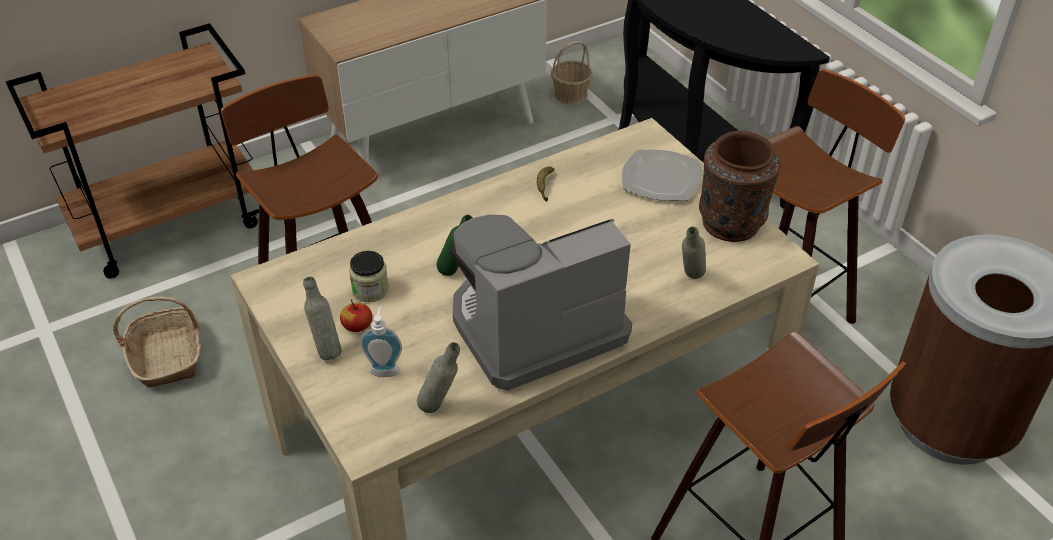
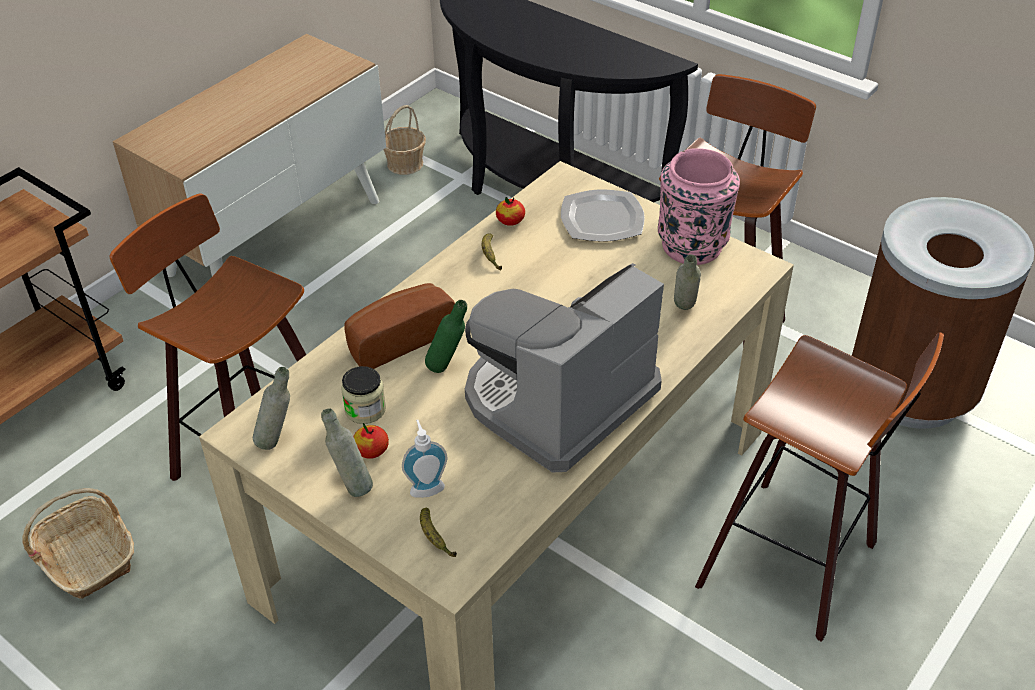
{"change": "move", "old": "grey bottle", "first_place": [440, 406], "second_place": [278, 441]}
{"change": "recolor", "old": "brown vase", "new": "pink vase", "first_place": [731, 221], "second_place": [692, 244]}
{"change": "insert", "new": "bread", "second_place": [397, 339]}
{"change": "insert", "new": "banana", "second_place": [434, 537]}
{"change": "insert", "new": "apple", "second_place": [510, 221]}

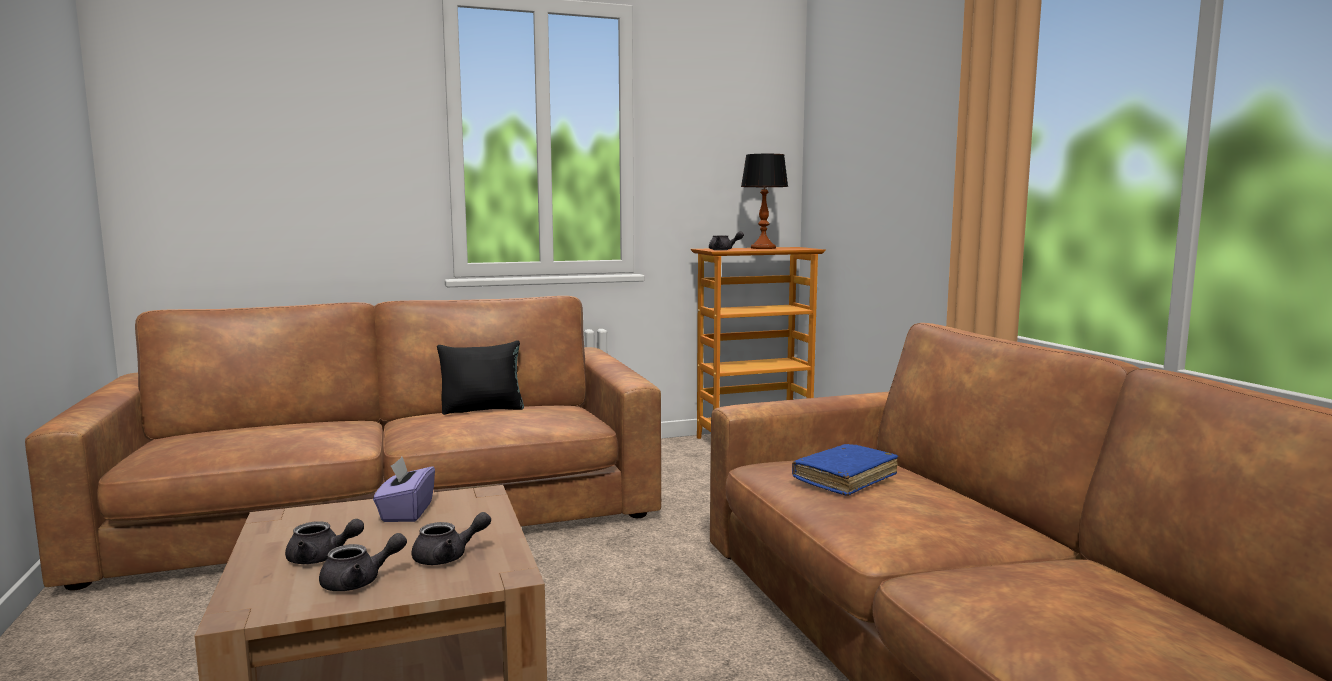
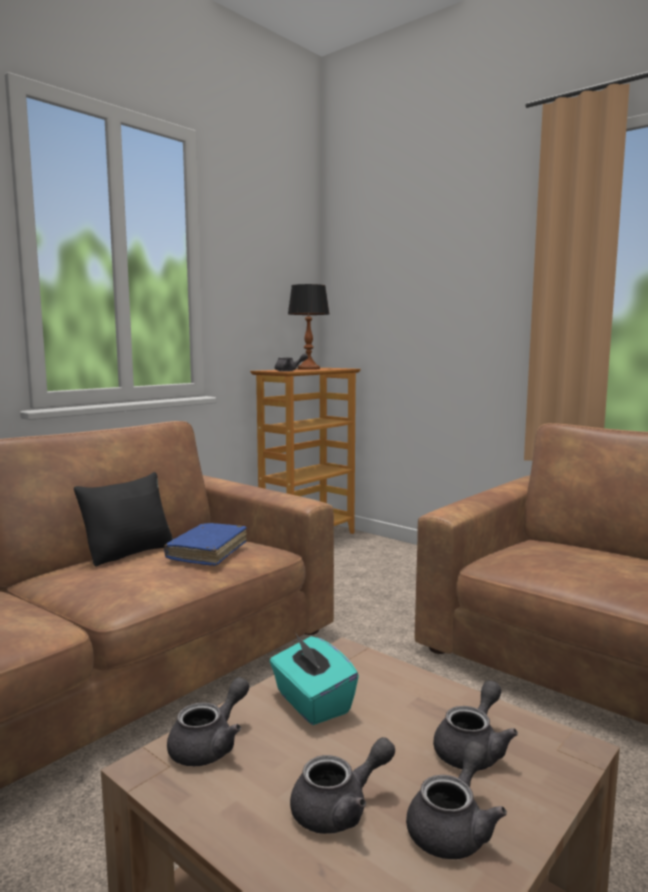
{"change": "recolor", "old": "purple tissue box", "new": "turquoise tissue box", "first_place": [406, 512], "second_place": [311, 703]}
{"change": "move", "old": "blue book", "first_place": [845, 478], "second_place": [208, 552]}
{"change": "insert", "new": "grey teapot", "second_place": [210, 745]}

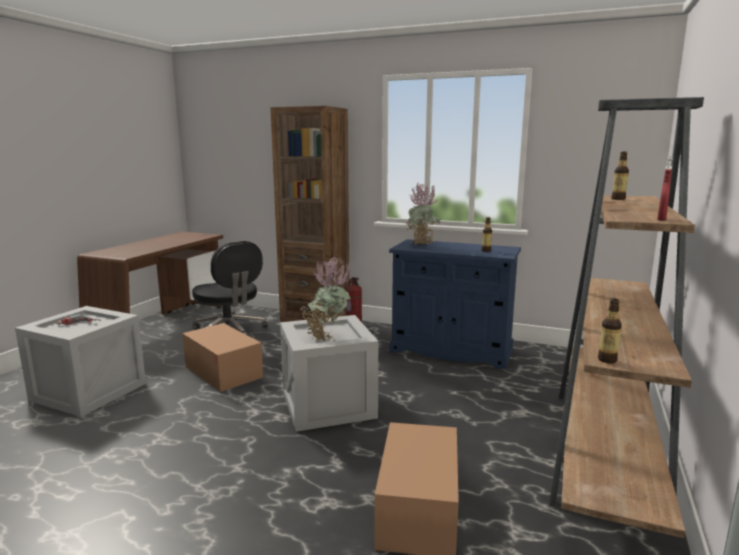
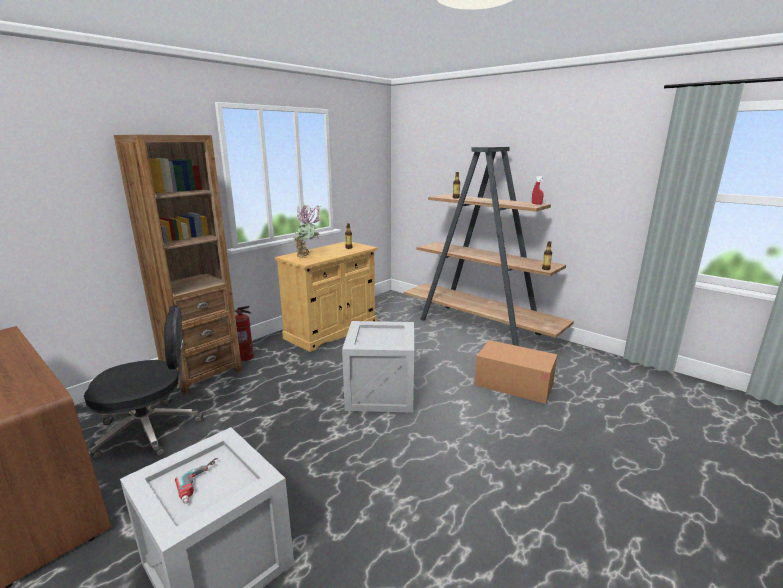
{"change": "delete", "old": "cardboard box", "first_place": [223, 372]}
{"change": "delete", "old": "potted plant", "first_place": [327, 336]}
{"change": "recolor", "old": "blue cabinet", "new": "beige cabinet", "first_place": [451, 350], "second_place": [332, 330]}

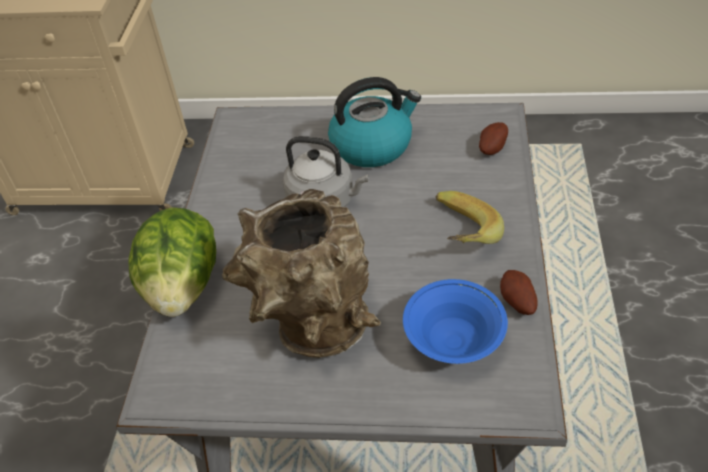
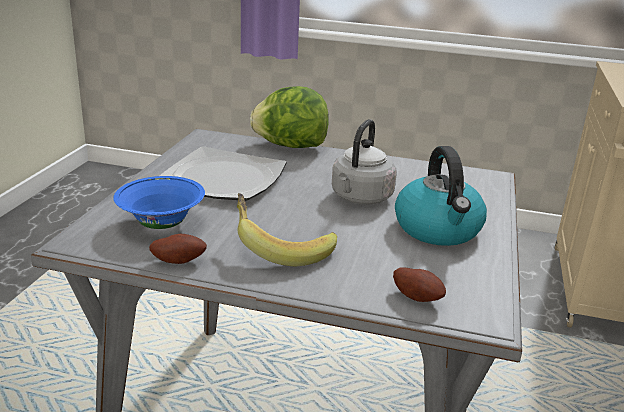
{"change": "replace", "old": "brown vase", "new": "plate", "first_place": [312, 327], "second_place": [222, 178]}

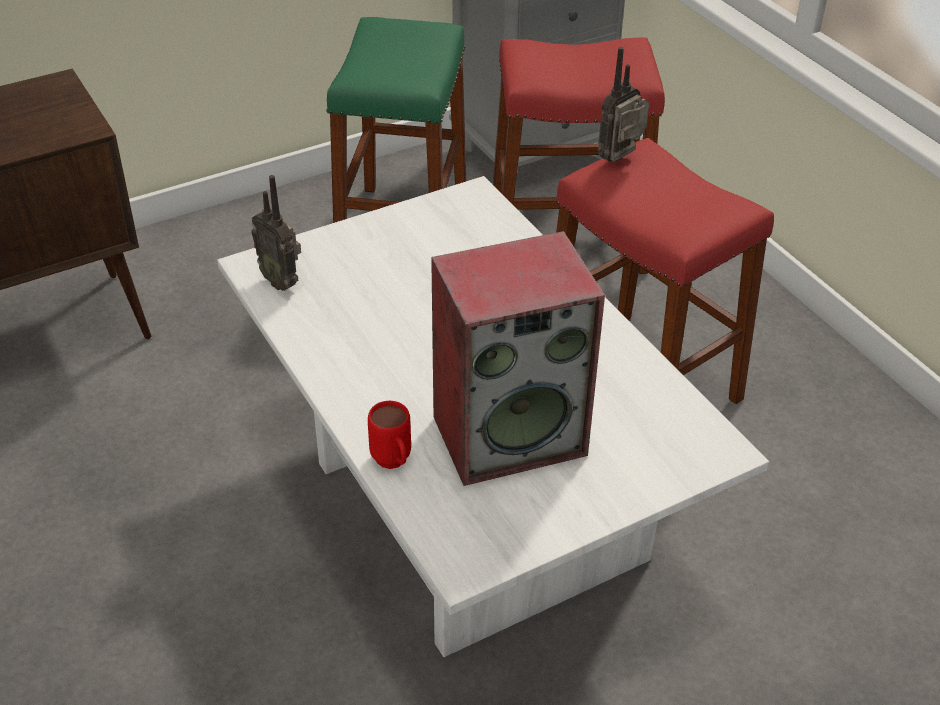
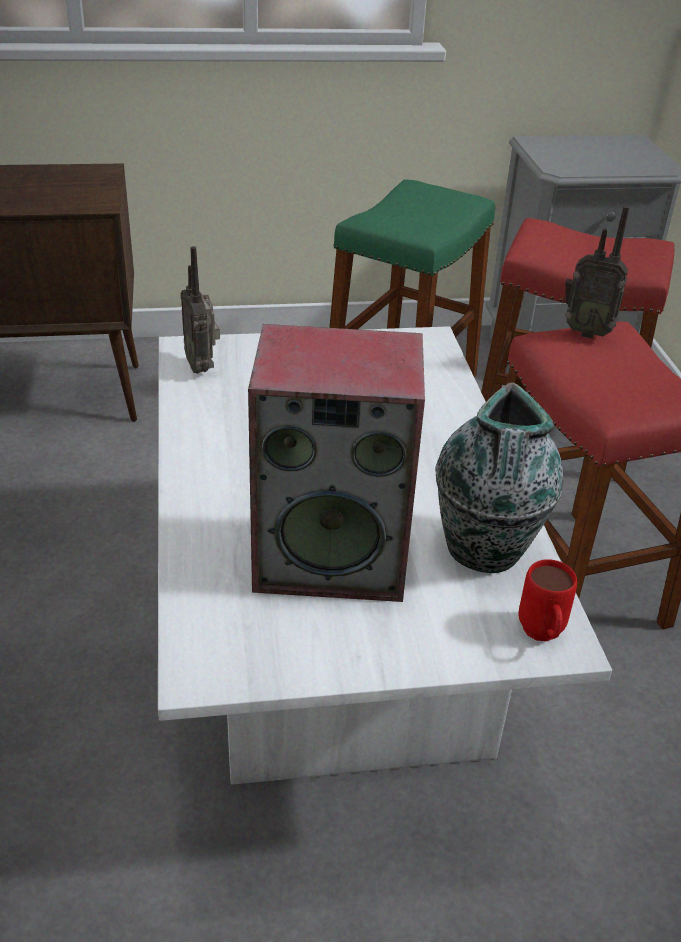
{"change": "move", "old": "red mug", "first_place": [393, 464], "second_place": [542, 637]}
{"change": "rotate", "old": "radio", "first_place": [621, 160], "second_place": [585, 331], "degrees": -135}
{"change": "insert", "new": "vase", "second_place": [485, 551]}

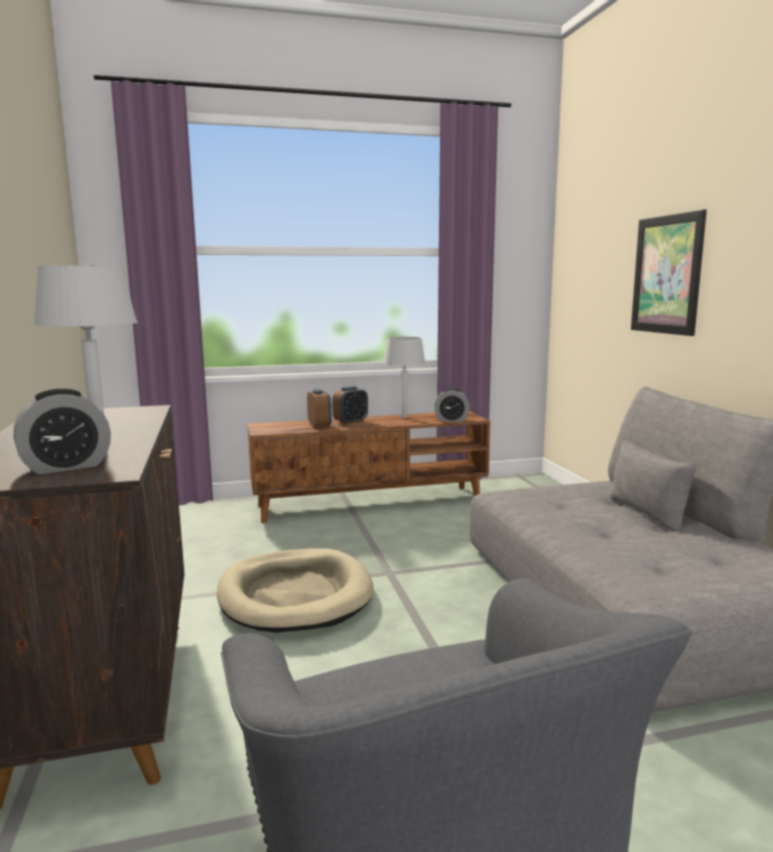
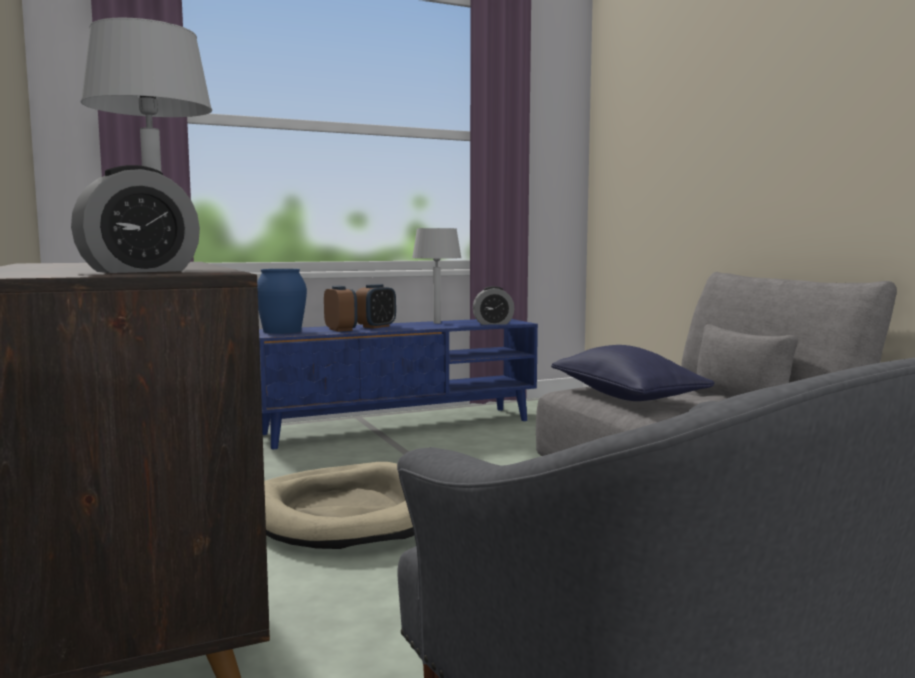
{"change": "recolor", "old": "brown tv stand", "new": "blue tv stand", "first_place": [370, 503], "second_place": [399, 426]}
{"change": "delete", "old": "picture", "first_place": [666, 275]}
{"change": "insert", "new": "blue vase", "second_place": [282, 331]}
{"change": "insert", "new": "blue pillow", "second_place": [626, 397]}

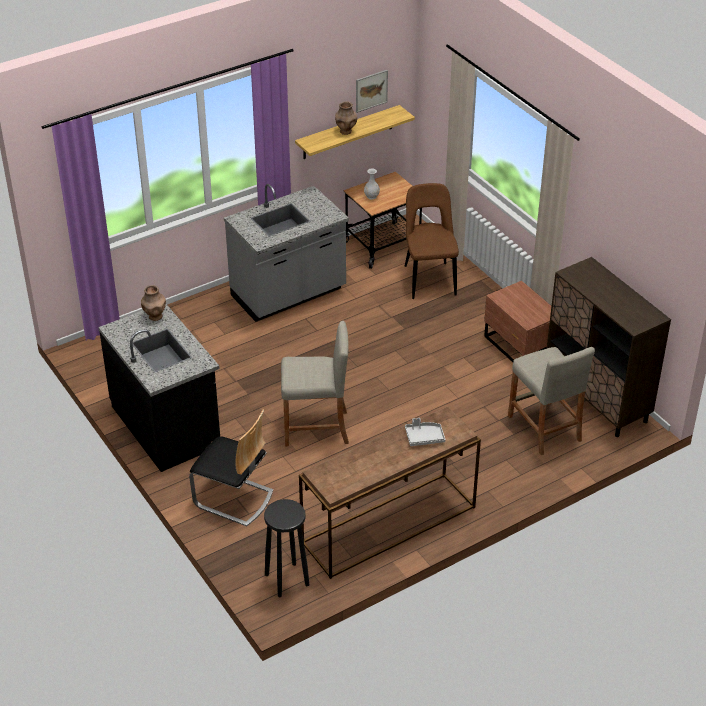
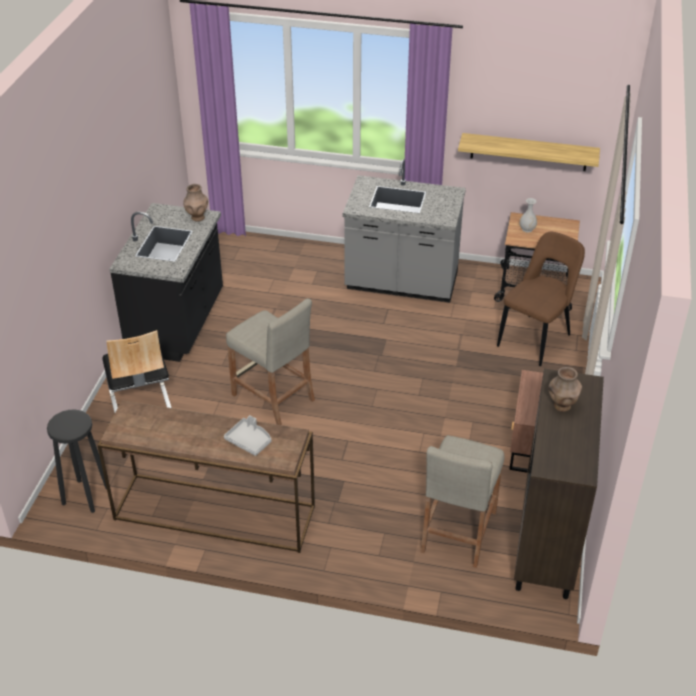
{"change": "move", "old": "brown vase", "first_place": [345, 131], "second_place": [562, 406]}
{"change": "delete", "old": "picture", "first_place": [371, 90]}

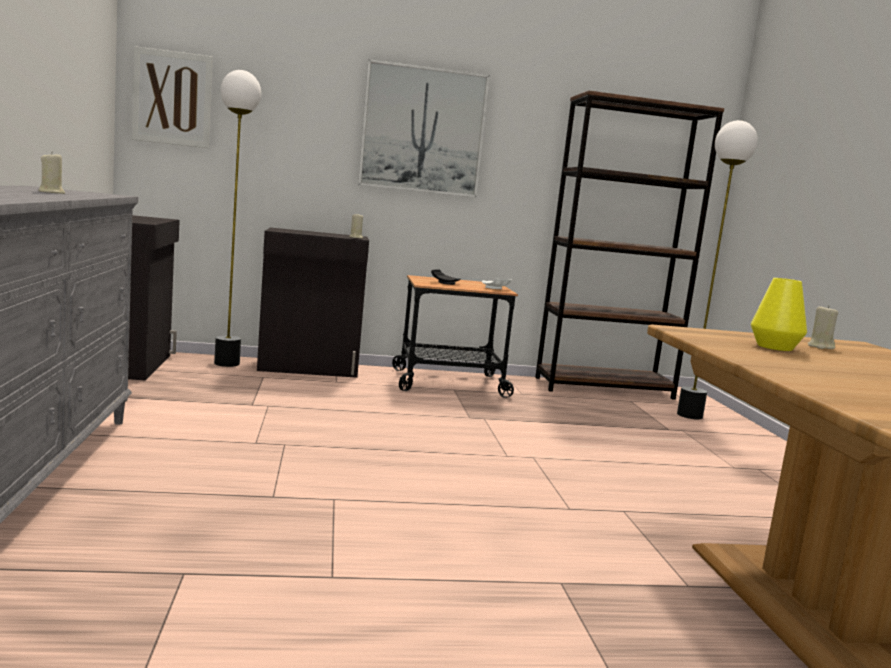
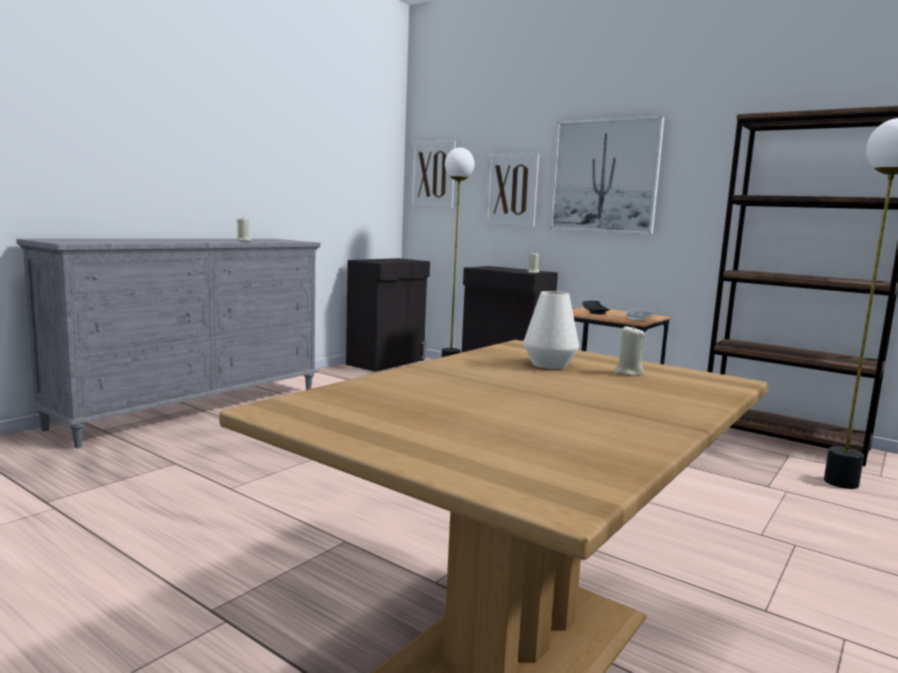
{"change": "recolor", "old": "yellow vase", "new": "white vase", "first_place": [774, 347], "second_place": [549, 365]}
{"change": "insert", "new": "picture", "second_place": [511, 190]}

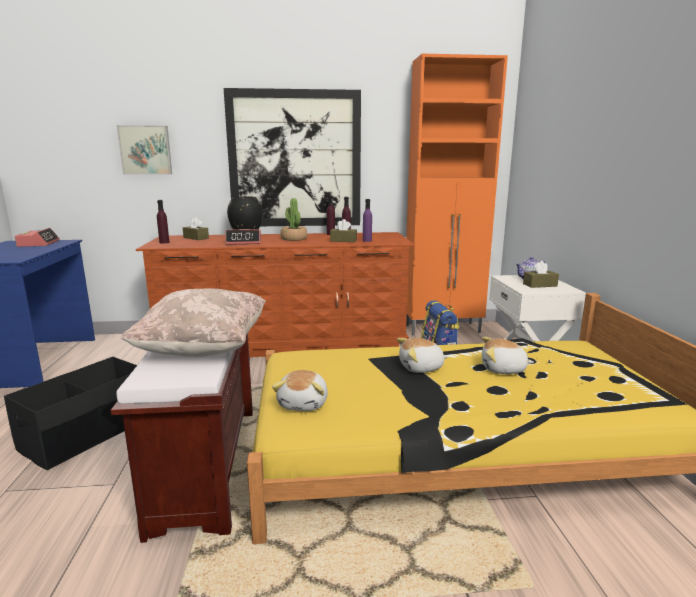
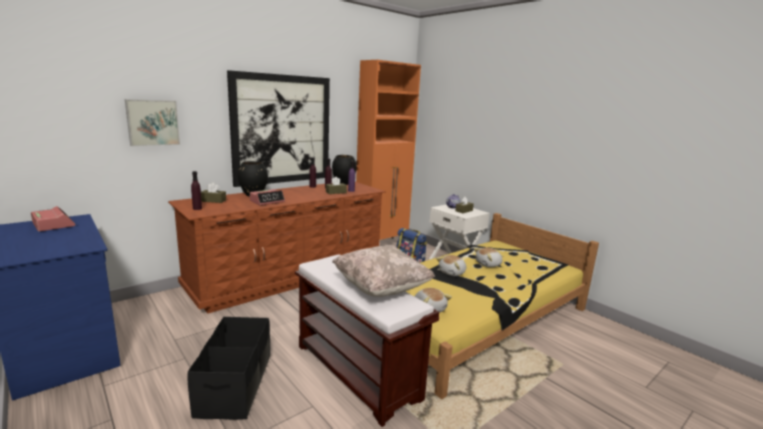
{"change": "delete", "old": "potted plant", "first_place": [294, 239]}
{"change": "insert", "new": "black vase", "second_place": [344, 183]}

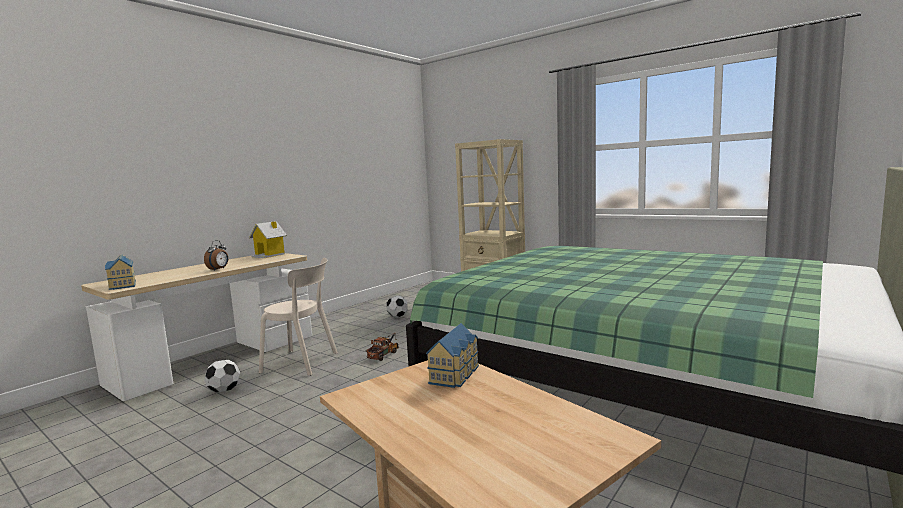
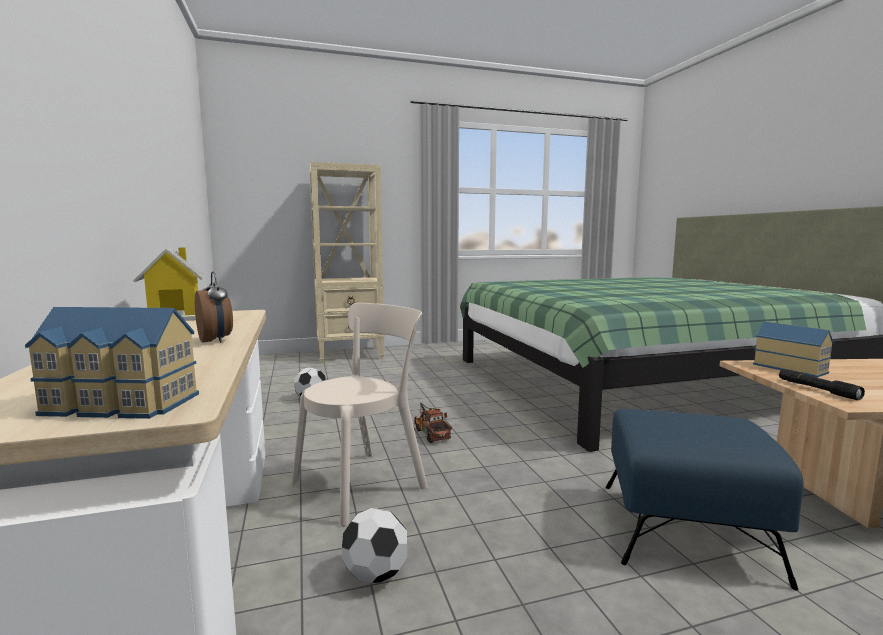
{"change": "insert", "new": "blue ottoman", "second_place": [683, 529]}
{"change": "insert", "new": "black flashlight", "second_place": [817, 389]}

